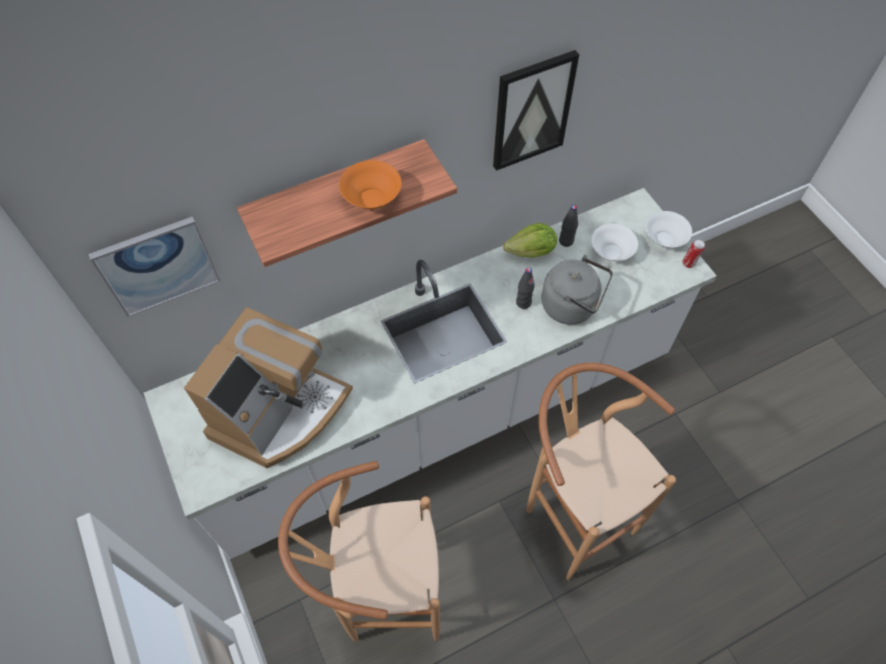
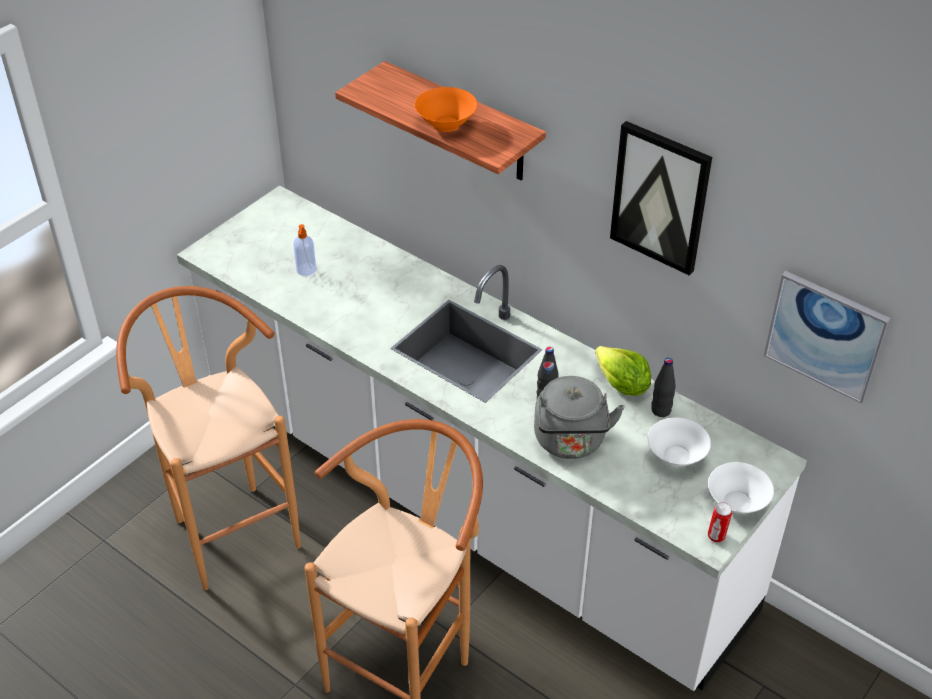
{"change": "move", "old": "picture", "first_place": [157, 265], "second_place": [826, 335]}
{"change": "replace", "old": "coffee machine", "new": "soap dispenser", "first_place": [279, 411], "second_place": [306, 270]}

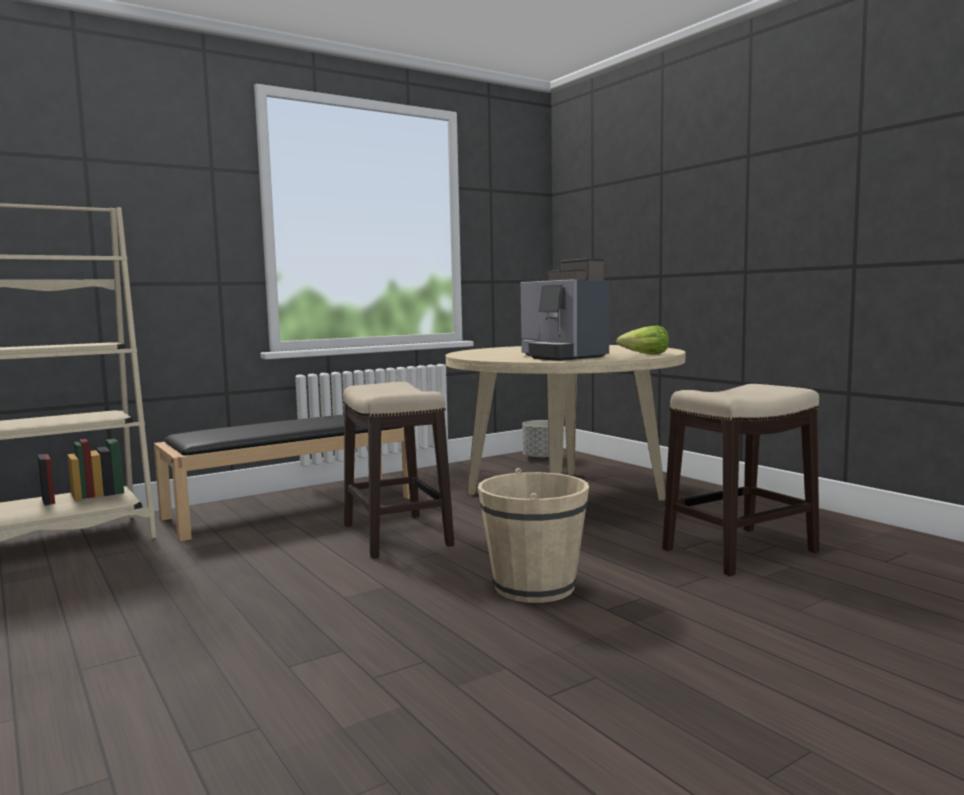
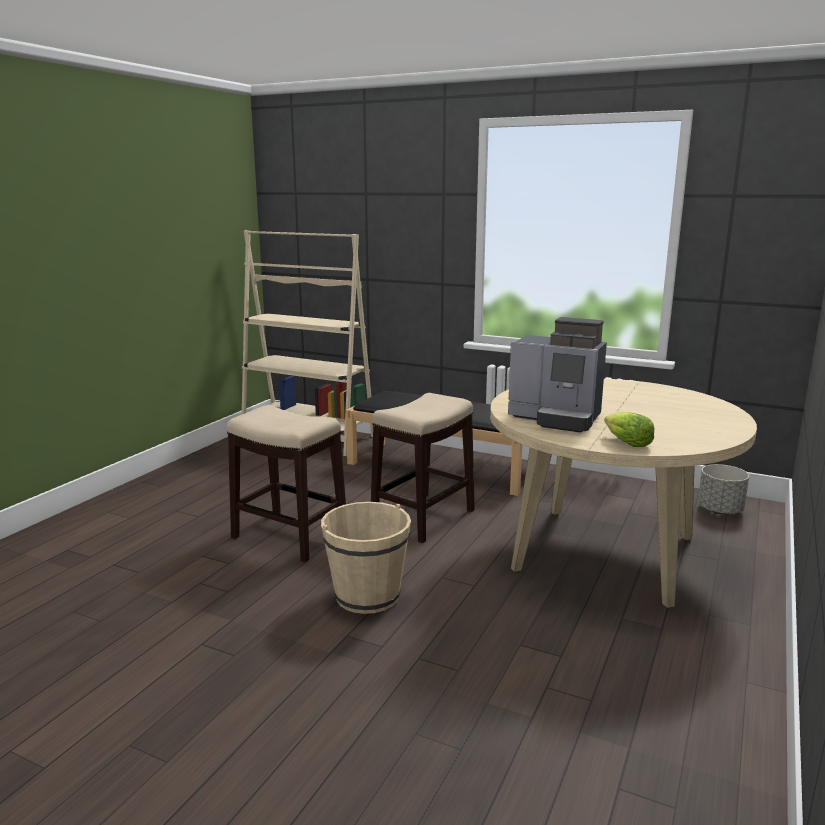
{"change": "rotate", "old": "coffee machine", "first_place": [562, 357], "second_place": [557, 418], "degrees": -90}
{"change": "move", "old": "stool", "first_place": [738, 551], "second_place": [289, 535]}

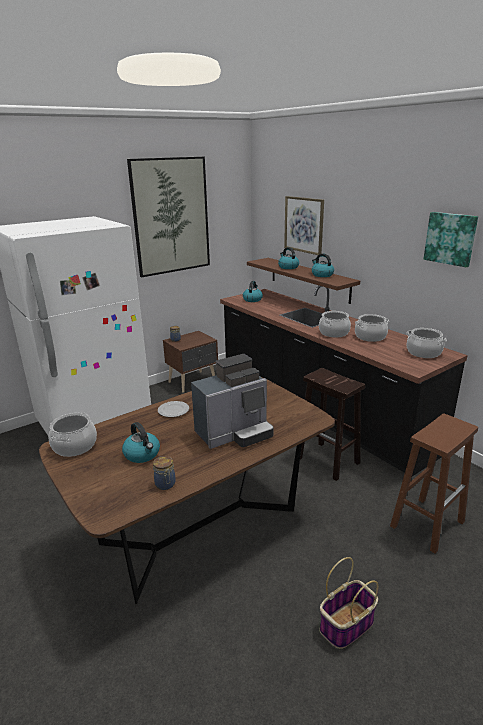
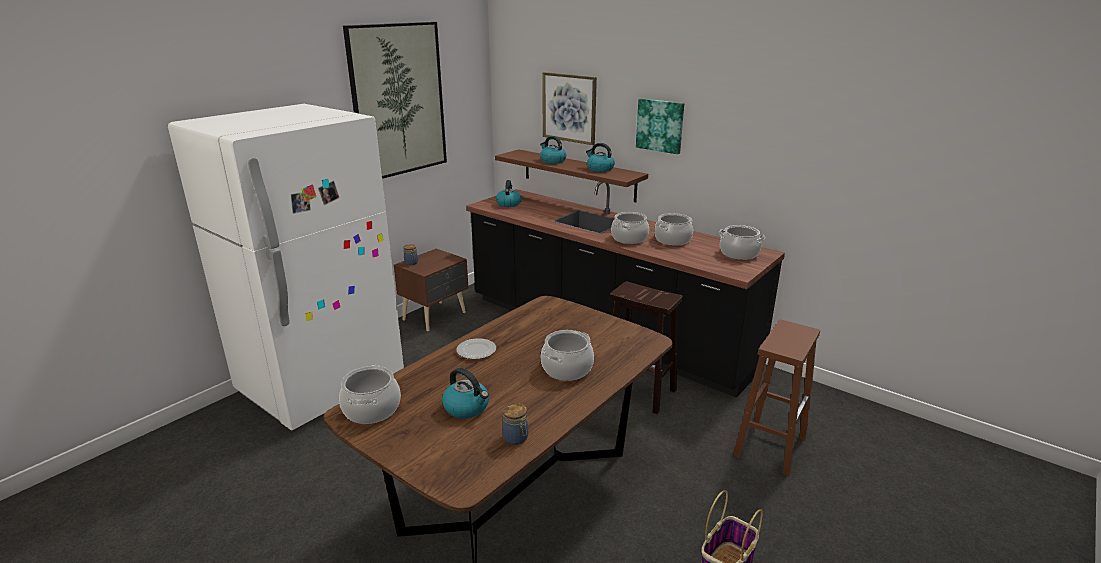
{"change": "replace", "old": "coffee machine", "new": "cooking pot", "first_place": [235, 433], "second_place": [566, 368]}
{"change": "move", "old": "picture", "first_place": [450, 238], "second_place": [660, 125]}

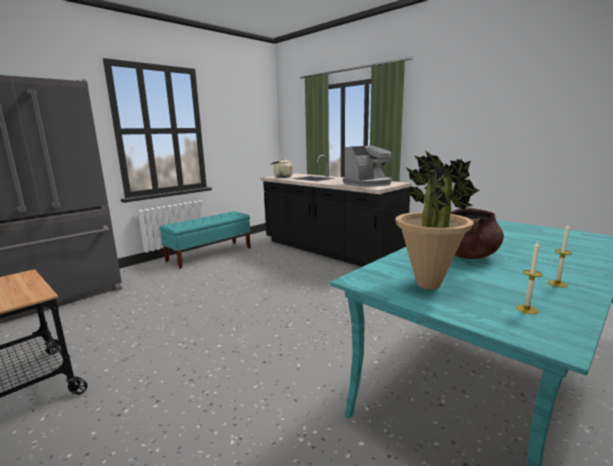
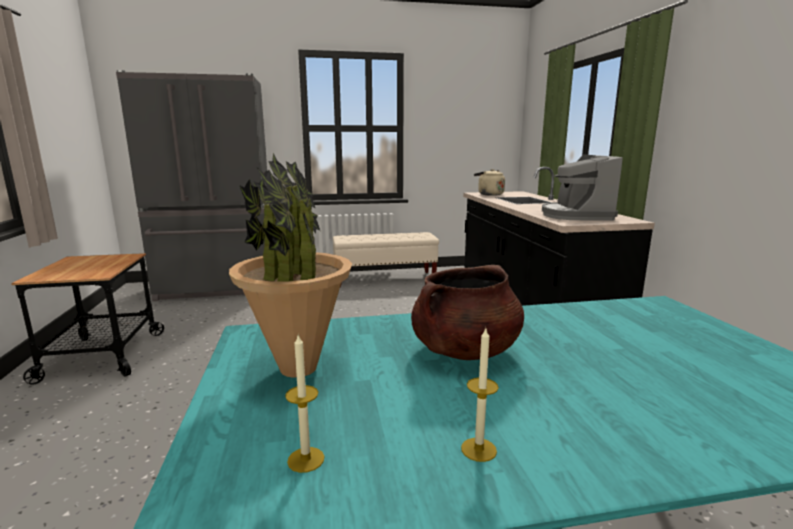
{"change": "recolor", "old": "turquoise bench", "new": "beige bench", "first_place": [210, 254], "second_place": [385, 279]}
{"change": "rotate", "old": "coffee machine", "first_place": [368, 183], "second_place": [576, 215], "degrees": 90}

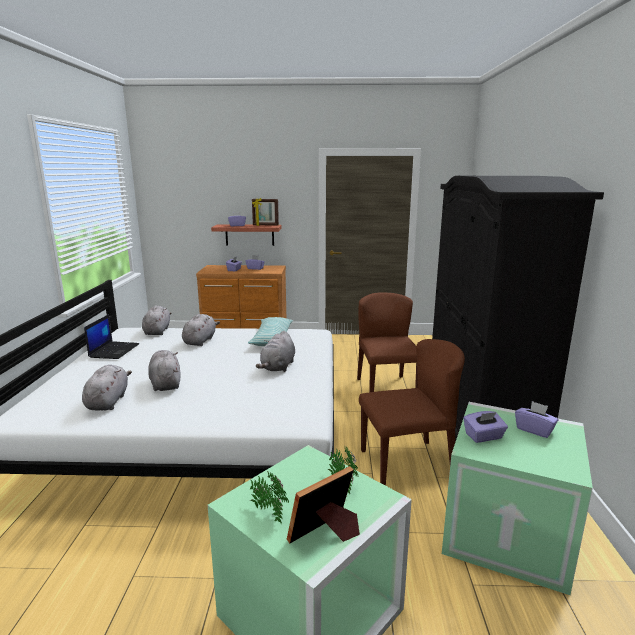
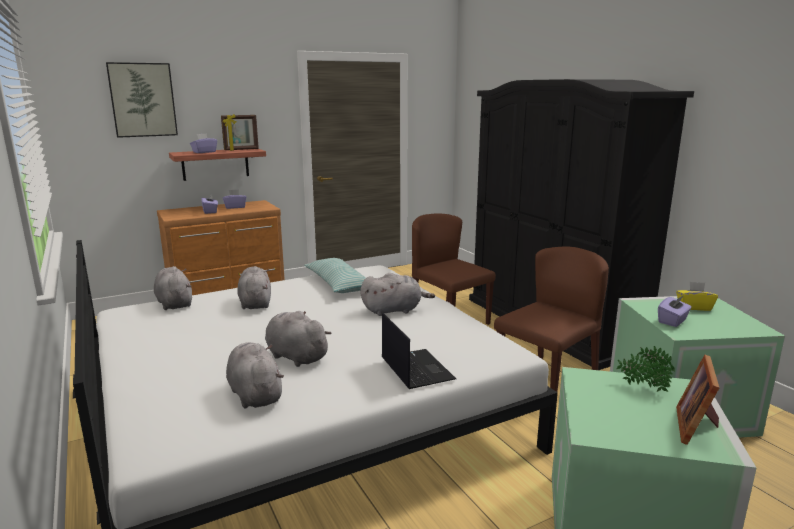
{"change": "move", "old": "laptop", "first_place": [114, 350], "second_place": [415, 369]}
{"change": "delete", "old": "potted plant", "first_place": [269, 513]}
{"change": "rotate", "old": "grey plush toy", "first_place": [278, 367], "second_place": [394, 310], "degrees": -90}
{"change": "recolor", "old": "purple tissue box", "new": "yellow tissue box", "first_place": [534, 430], "second_place": [694, 307]}
{"change": "insert", "new": "picture", "second_place": [143, 100]}

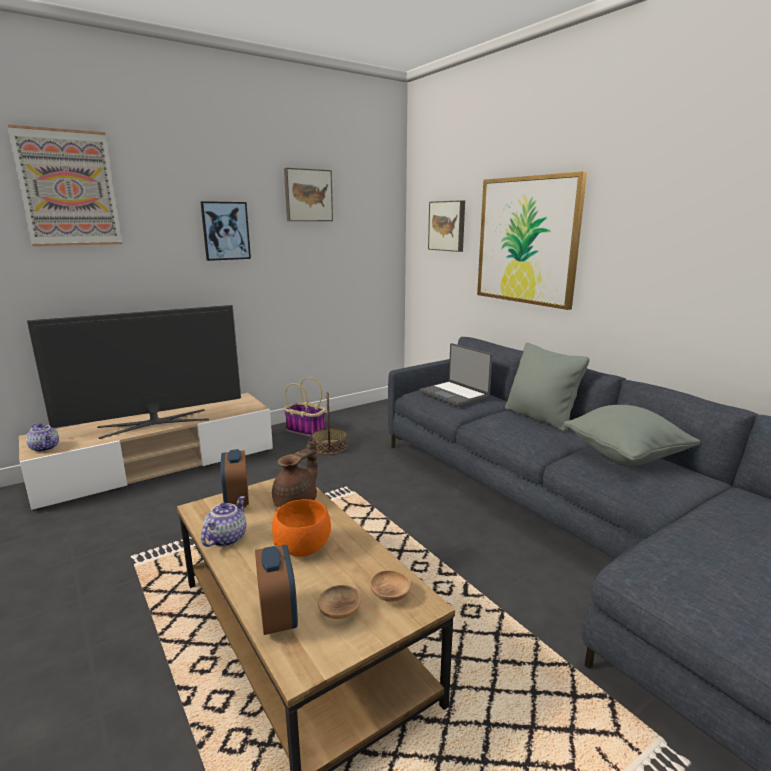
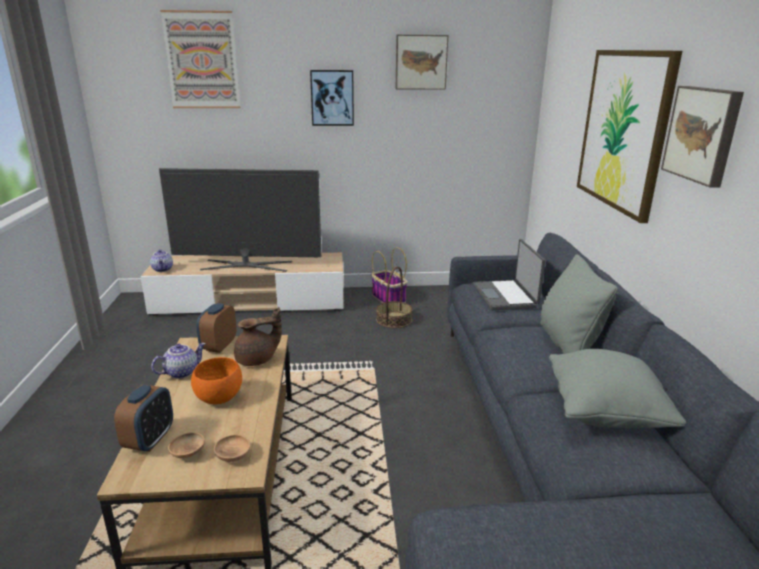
{"change": "move", "old": "picture", "first_place": [448, 226], "second_place": [703, 134]}

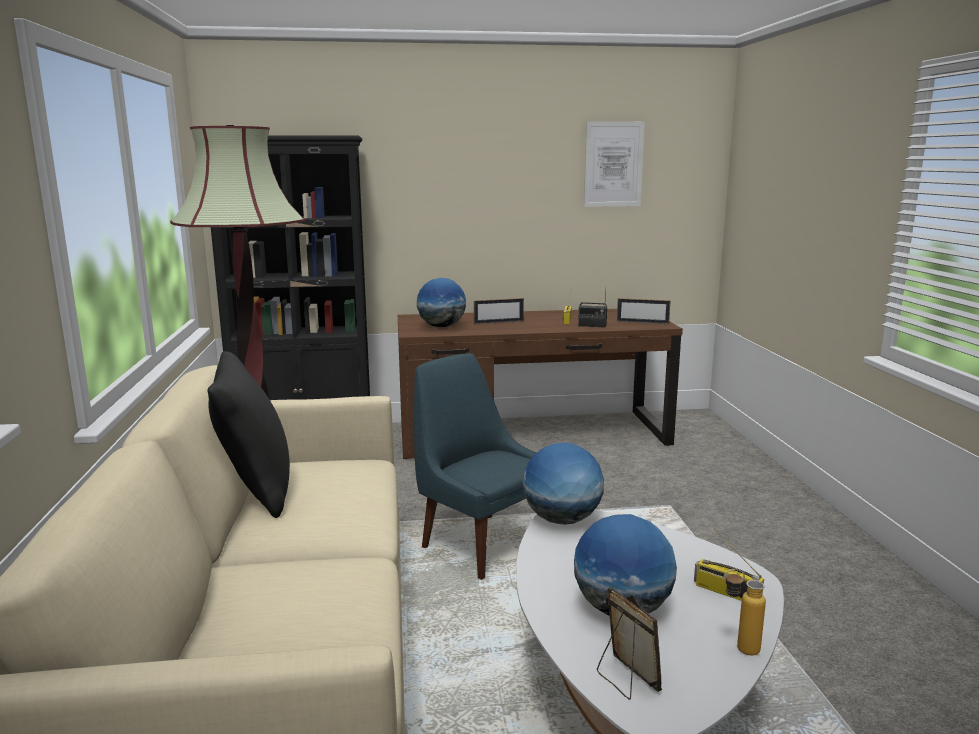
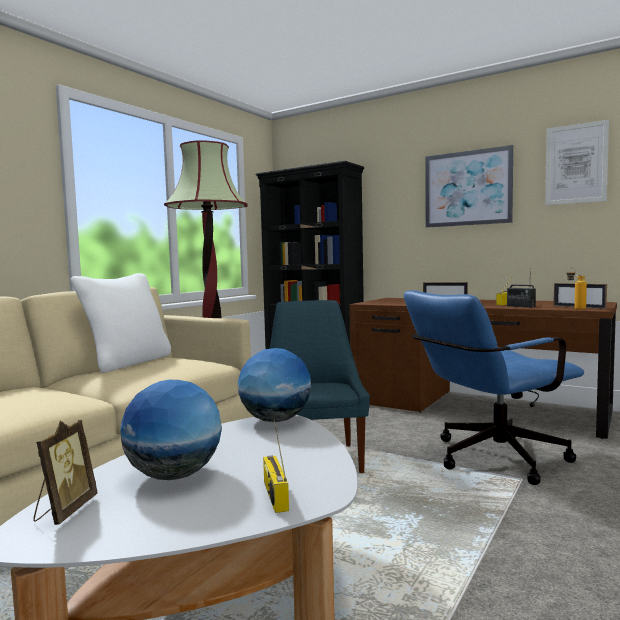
{"change": "recolor", "old": "black pillow", "new": "white pillow", "first_place": [256, 491], "second_place": [128, 363]}
{"change": "delete", "old": "globe", "first_place": [442, 327]}
{"change": "move", "old": "bottle", "first_place": [739, 649], "second_place": [575, 309]}
{"change": "insert", "new": "blue office chair", "second_place": [489, 459]}
{"change": "insert", "new": "picture", "second_place": [467, 188]}

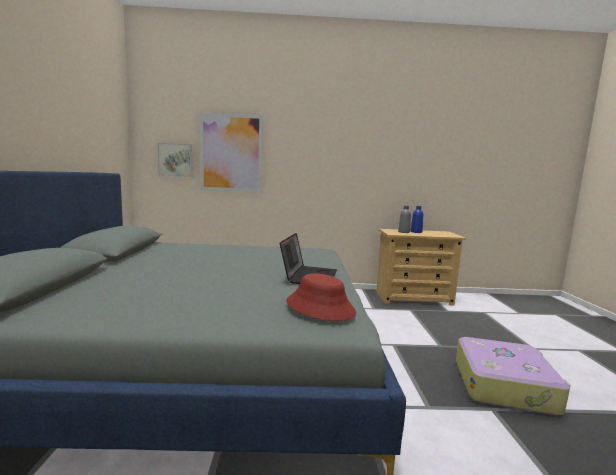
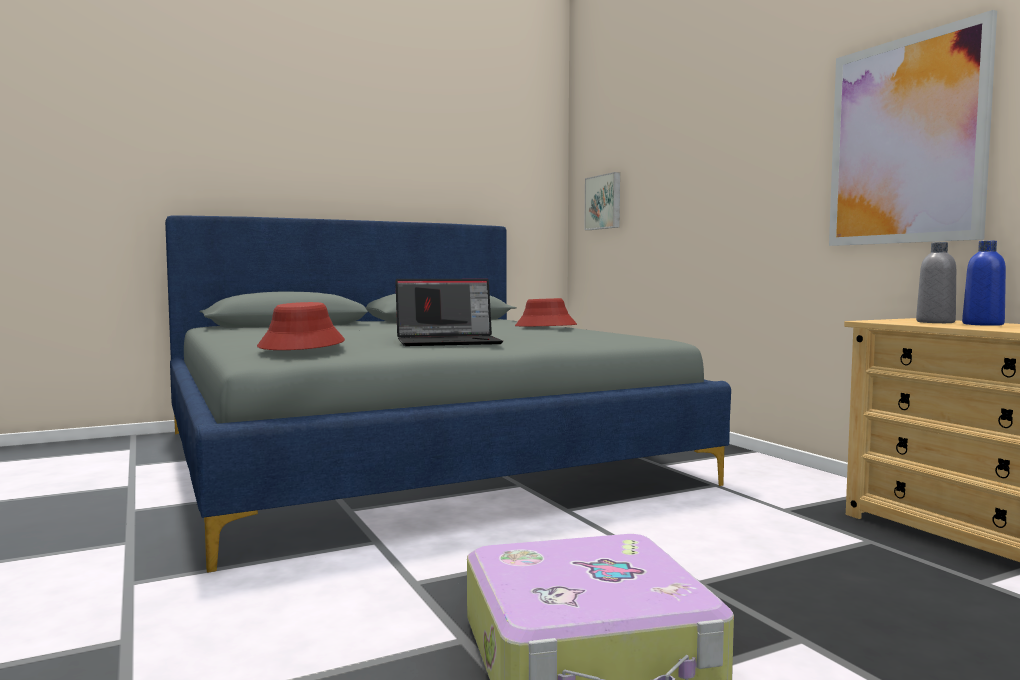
{"change": "move", "old": "picture", "first_place": [231, 153], "second_place": [905, 141]}
{"change": "insert", "new": "red hat", "second_place": [545, 326]}

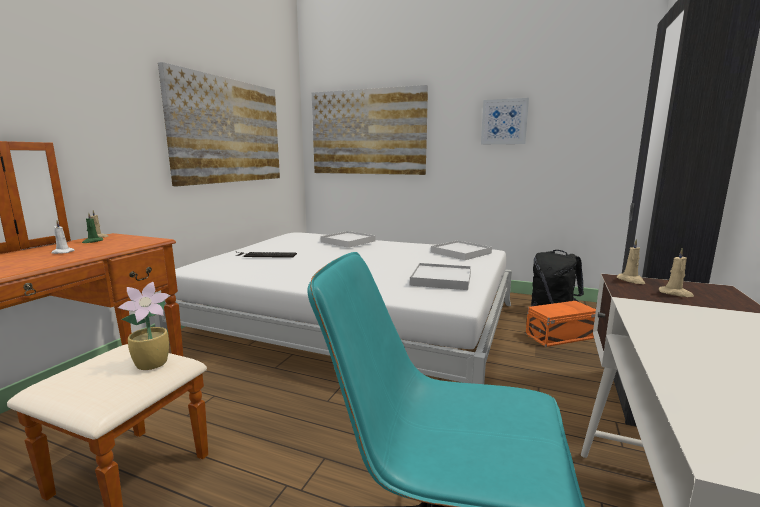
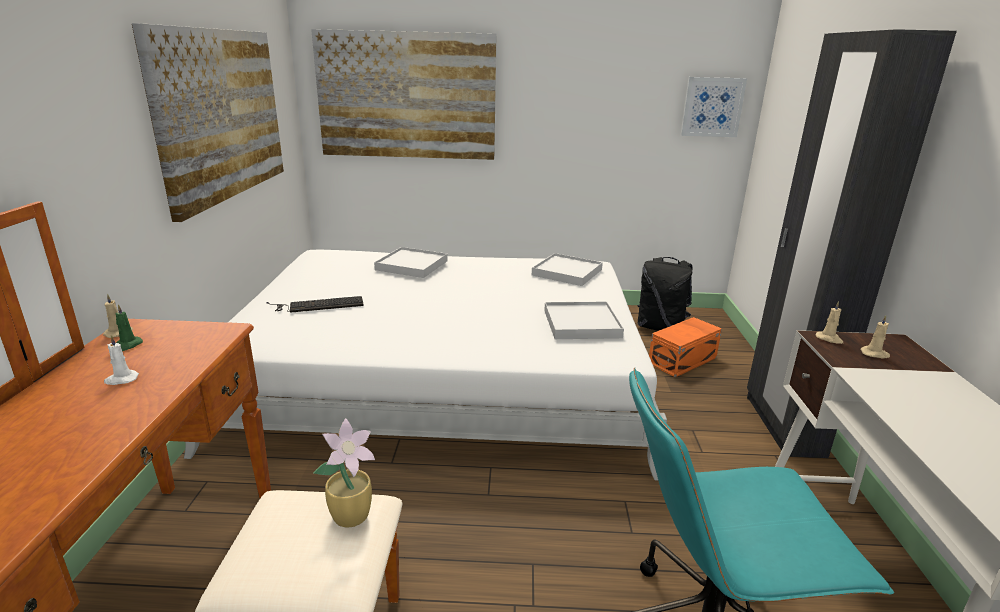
{"change": "move", "old": "picture", "first_place": [504, 122], "second_place": [712, 107]}

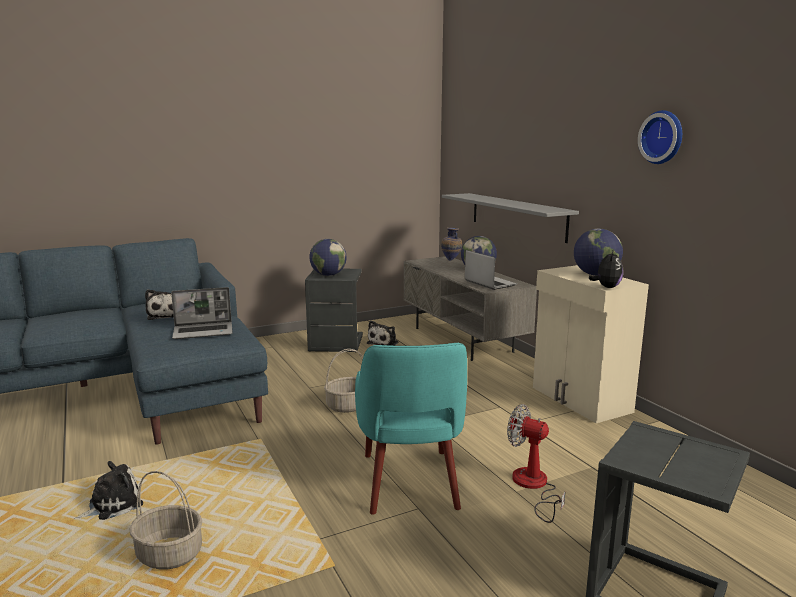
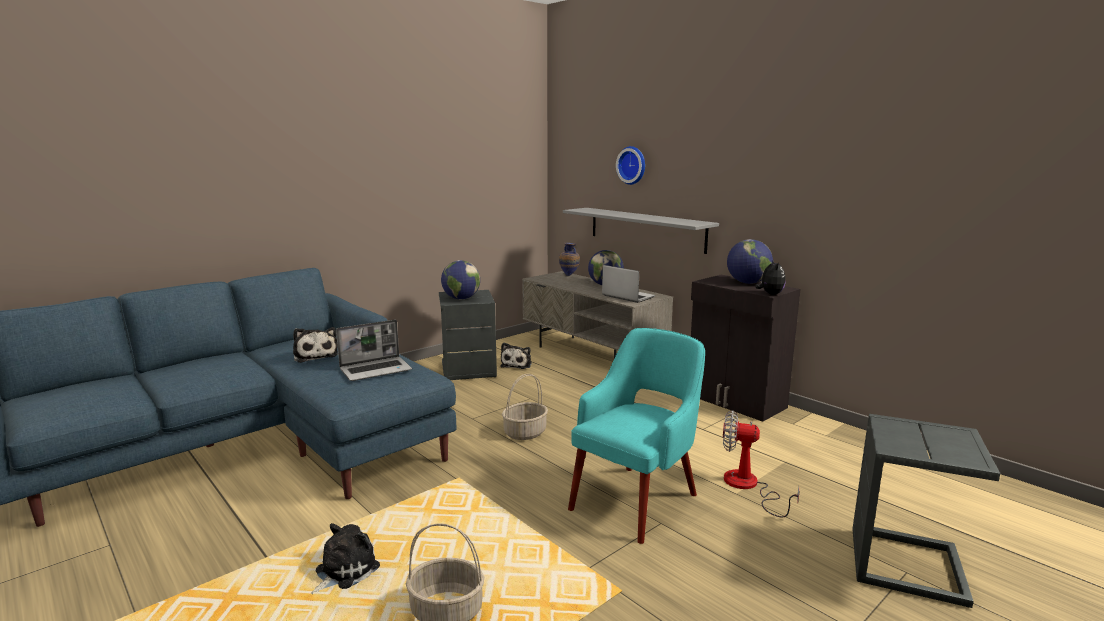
{"change": "rotate", "old": "turquoise armchair", "first_place": [409, 483], "second_place": [636, 500], "degrees": -120}
{"change": "recolor", "old": "beige cabinet", "new": "black cabinet", "first_place": [580, 400], "second_place": [736, 401]}
{"change": "move", "old": "wall clock", "first_place": [663, 137], "second_place": [632, 165]}

